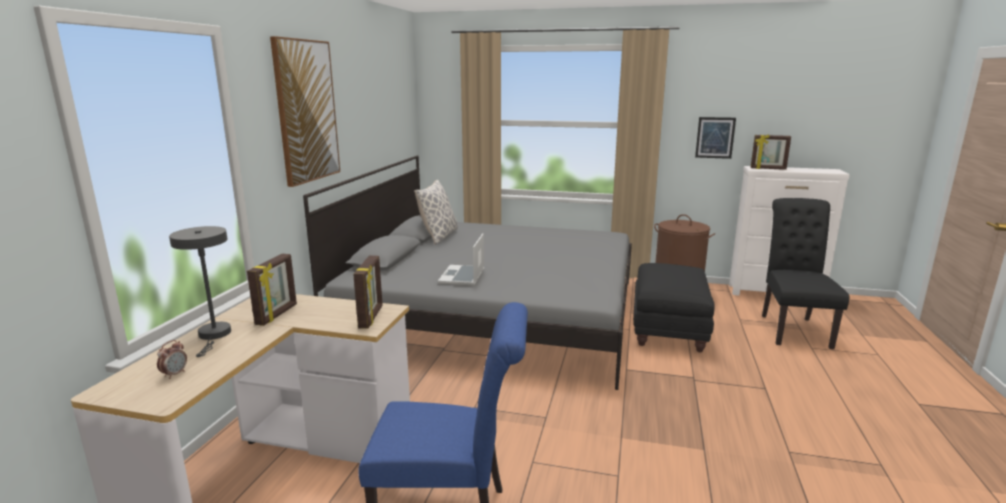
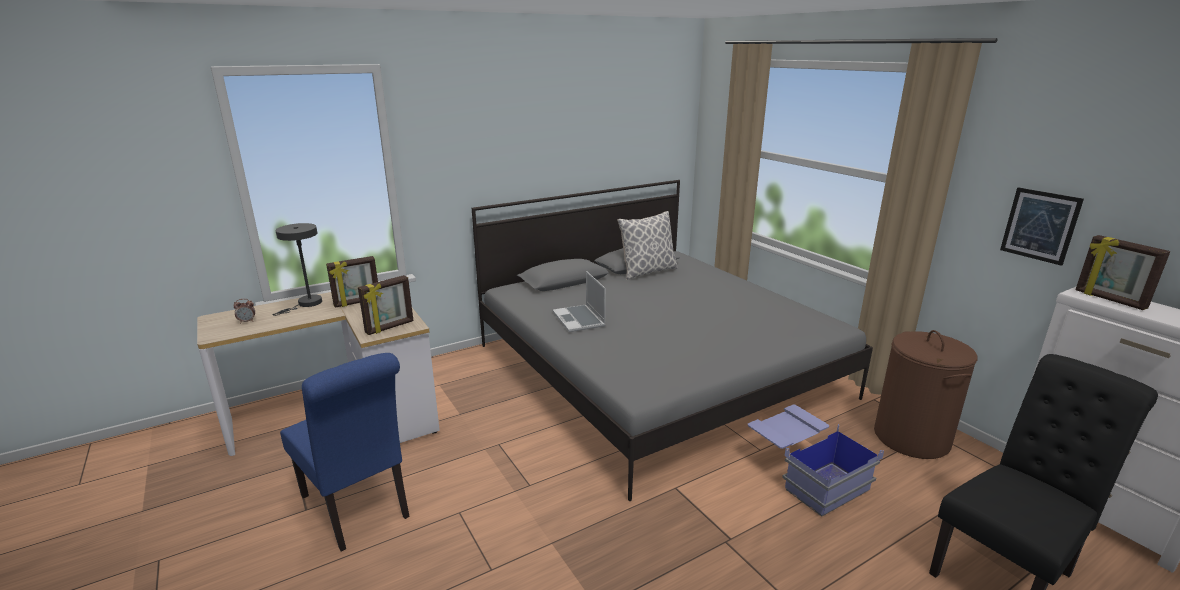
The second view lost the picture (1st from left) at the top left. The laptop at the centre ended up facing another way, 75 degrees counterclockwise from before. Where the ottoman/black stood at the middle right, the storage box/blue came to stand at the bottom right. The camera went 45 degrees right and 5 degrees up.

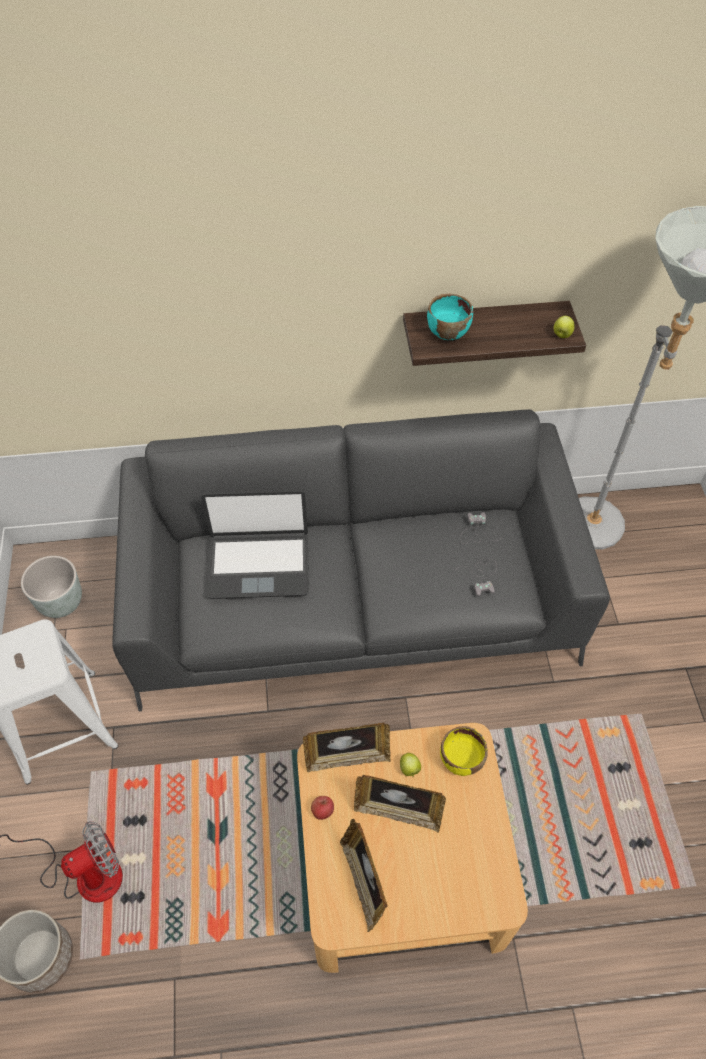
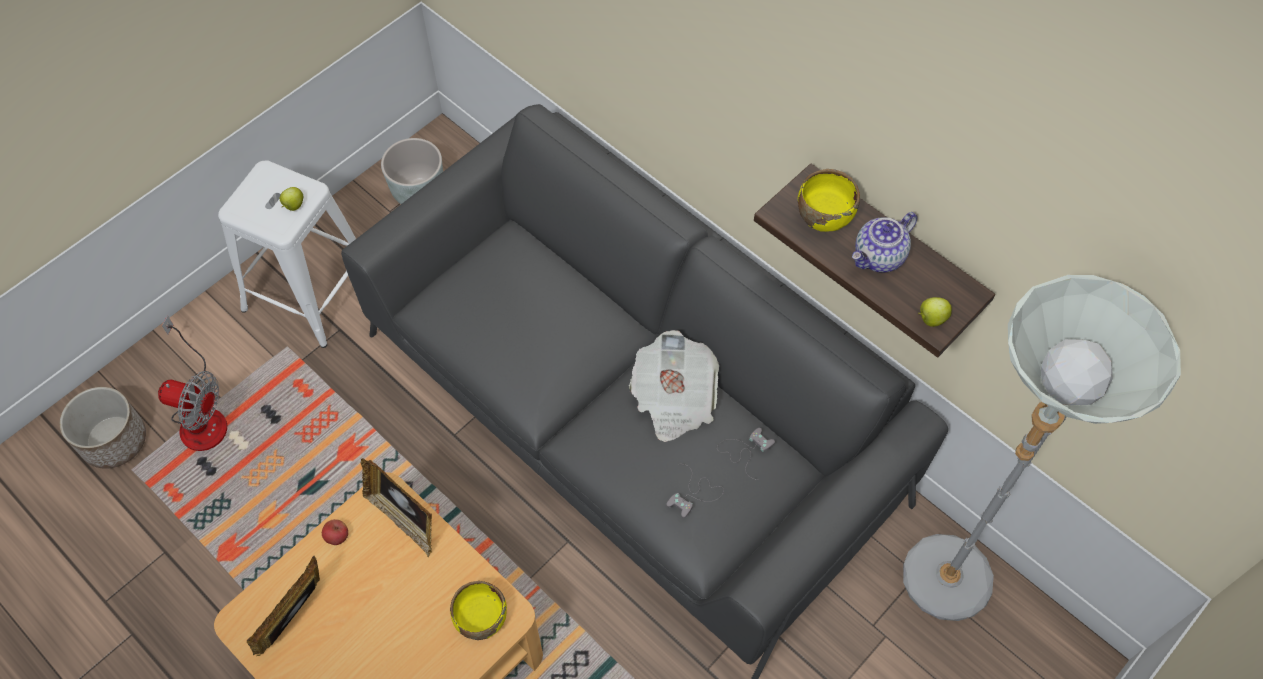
The second view lost the laptop at the centre. The second view lost the picture frame (3rd from left) at the bottom centre. The apple (2nd from left in the first image) ended up elsewhere, having gone from the bottom centre to the top left. What was the bowl/turquoise at the top centre turned into the bowl/yellow (2nd from left) at the top centre. The second view gained the newspaper at the centre. The second view gained the teapot at the middle right. The camera went 50 degrees right and 5 degrees up.

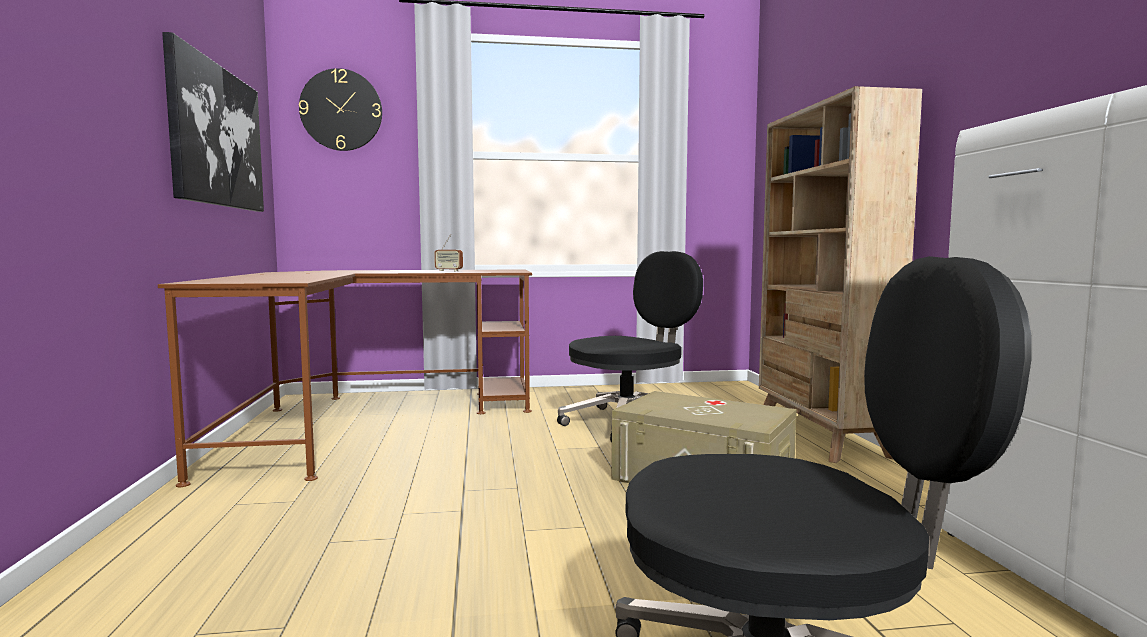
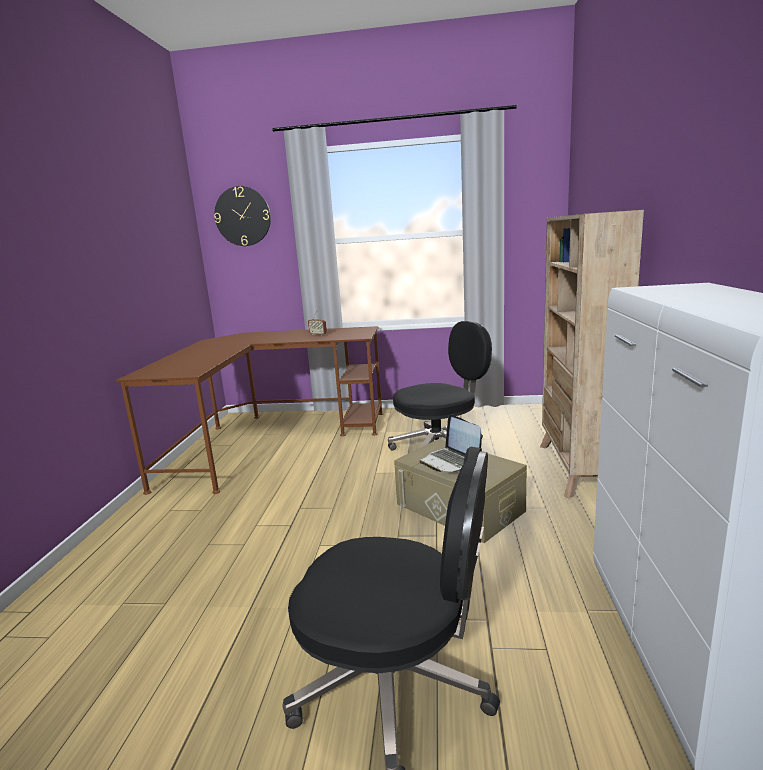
The second view lost the picture at the top left. The second view gained the laptop at the centre. The camera went 15 degrees right and 10 degrees up.

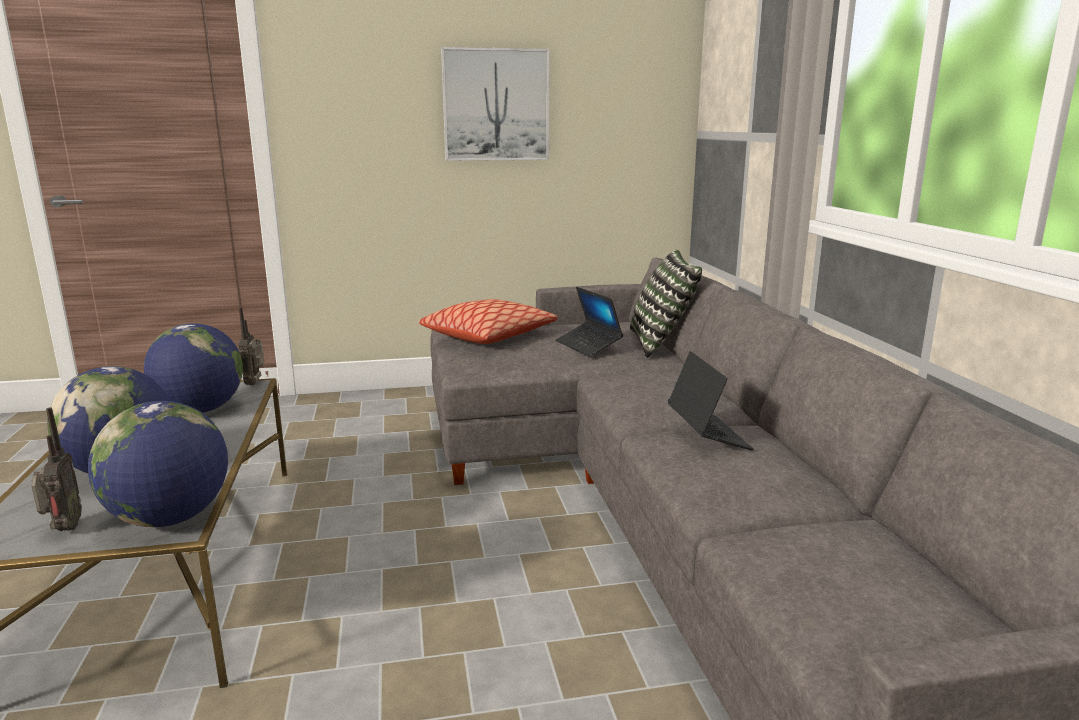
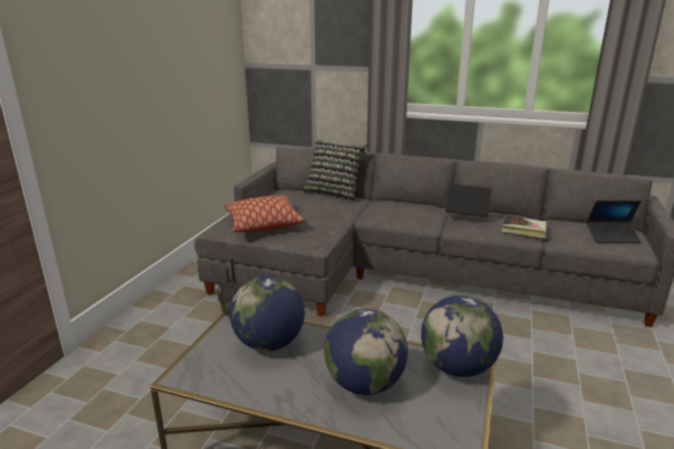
The second view lost the radio (1st from left) at the middle left. The second view lost the picture at the top centre. The laptop (1st from left in the first image) ended up elsewhere, having gone from the centre to the middle right. The second view gained the book at the middle right. The camera went 60 degrees left and 5 degrees up.

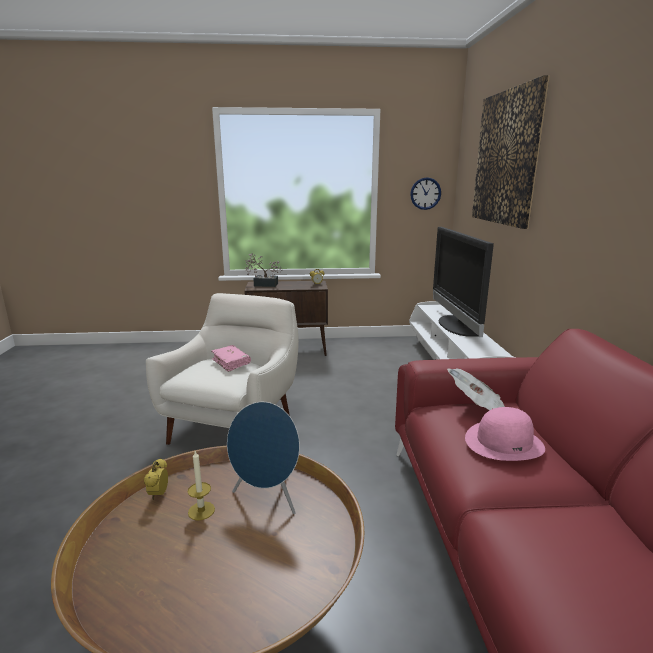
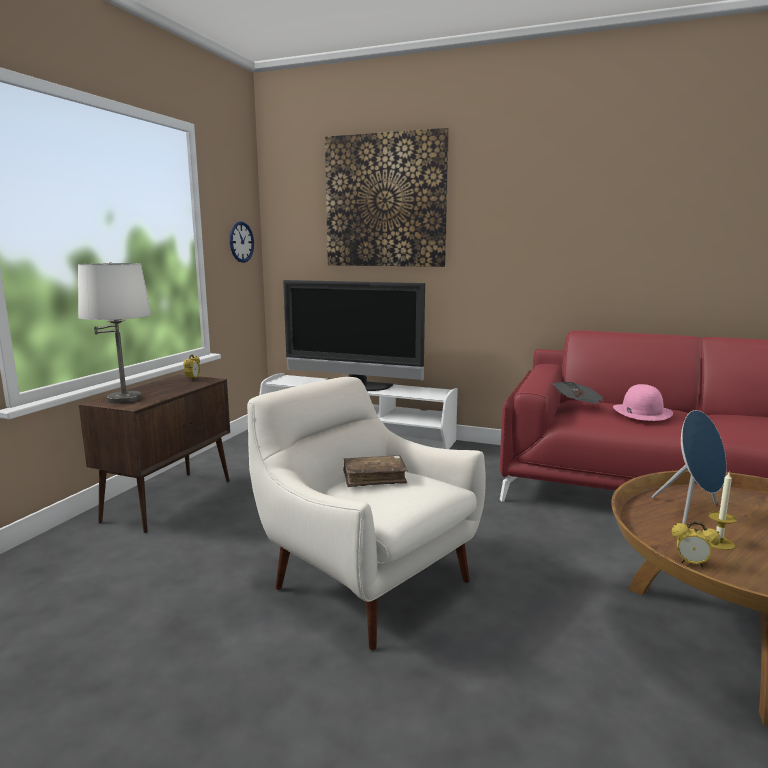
What was the book/pink at the centre turned into the book/brown at the centre. Where the potted plant stood at the centre, the table lamp/white came to stand at the middle left. The camera went 65 degrees left and 5 degrees down.

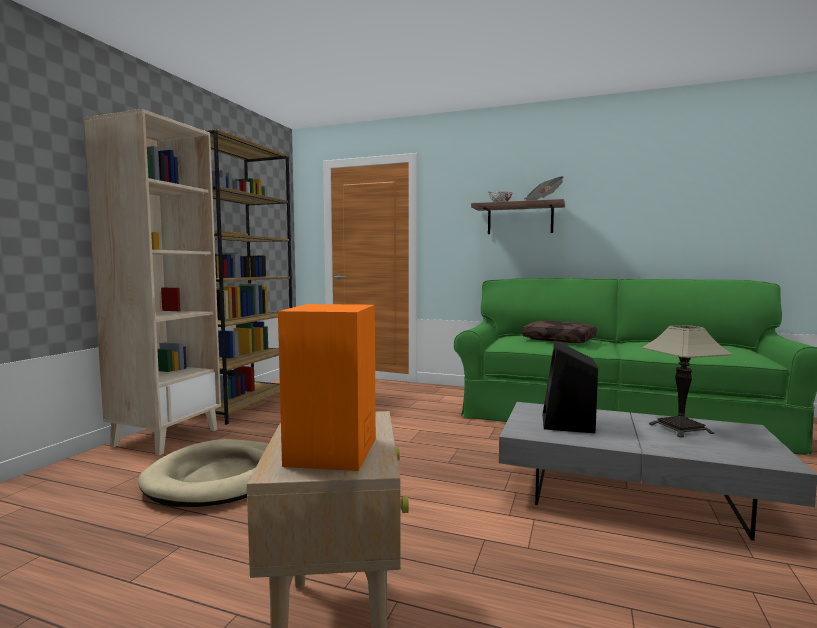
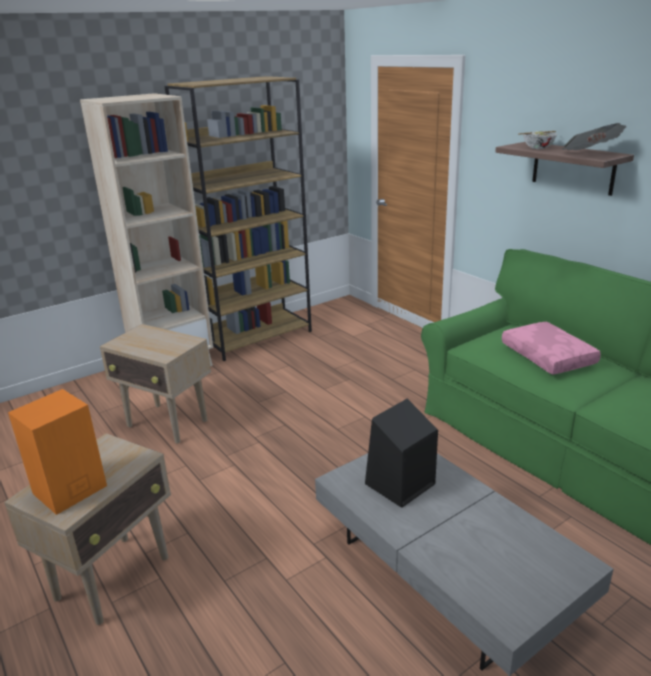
Where the dog bed/beige stood at the bottom left, the side table/beige (2nd from left) came to stand at the middle left. What was the pillow/brown at the middle right turned into the pillow/pink at the middle right. The second view lost the table lamp at the middle right. The camera went 35 degrees right and 20 degrees up.

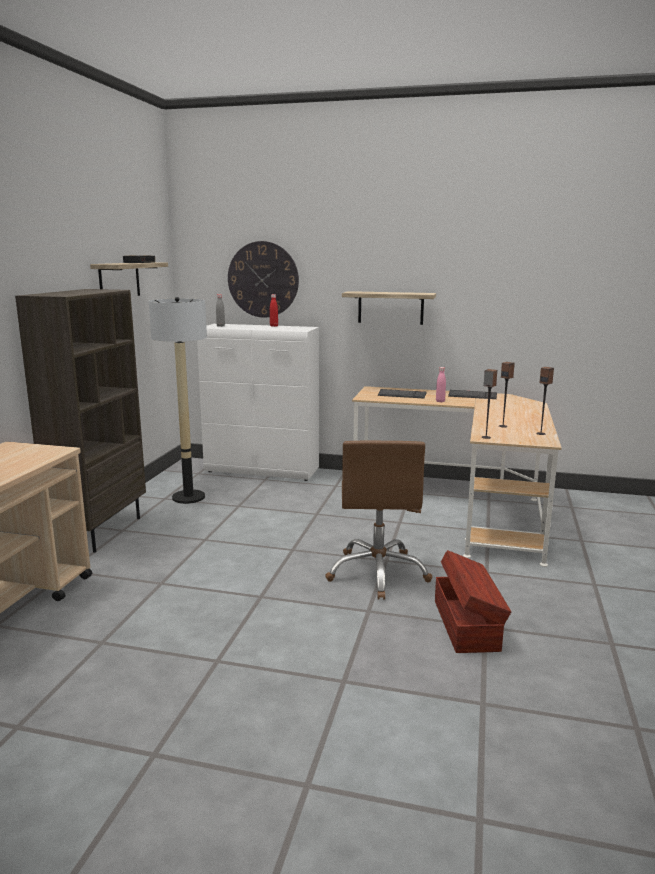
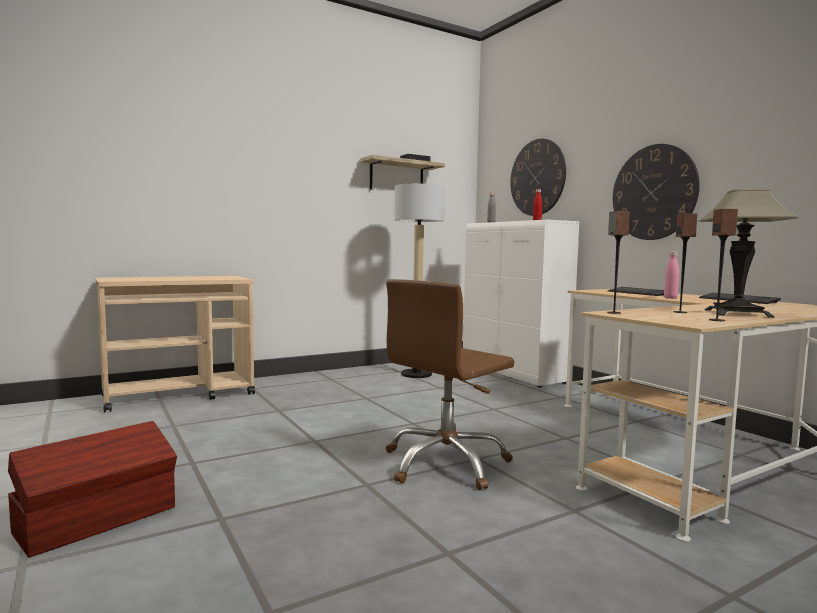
The second view lost the bookcase/brown at the middle left. Where the shelf (2nd from left) hung at the centre, the wall clock (2nd from left) came to hang at the top right. The storage box/brown ended up elsewhere, having gone from the bottom right to the bottom left. The second view gained the table lamp at the middle right. The camera went 45 degrees right and 10 degrees down.

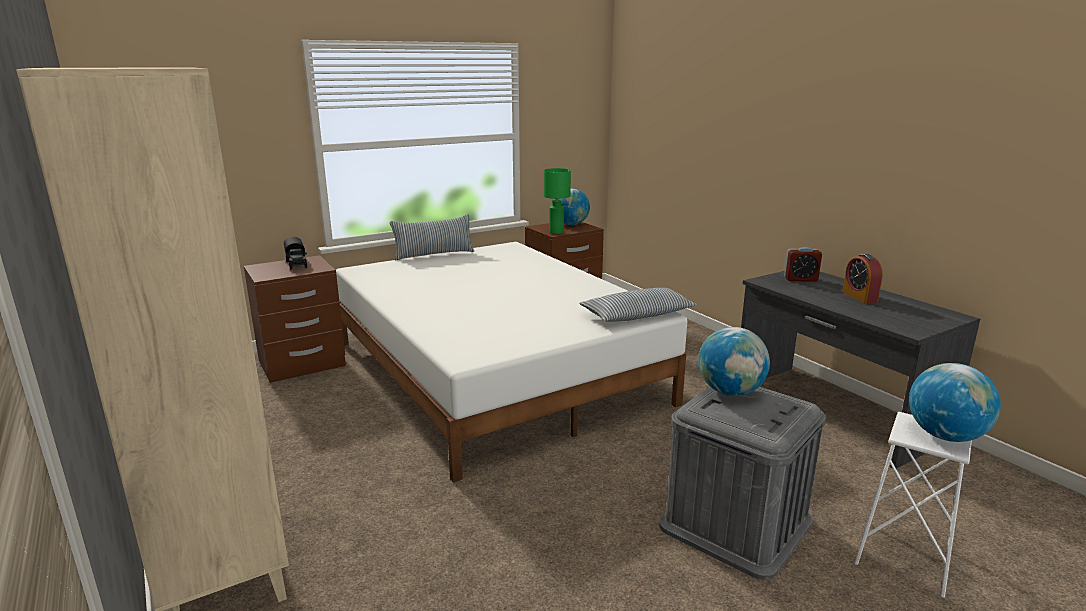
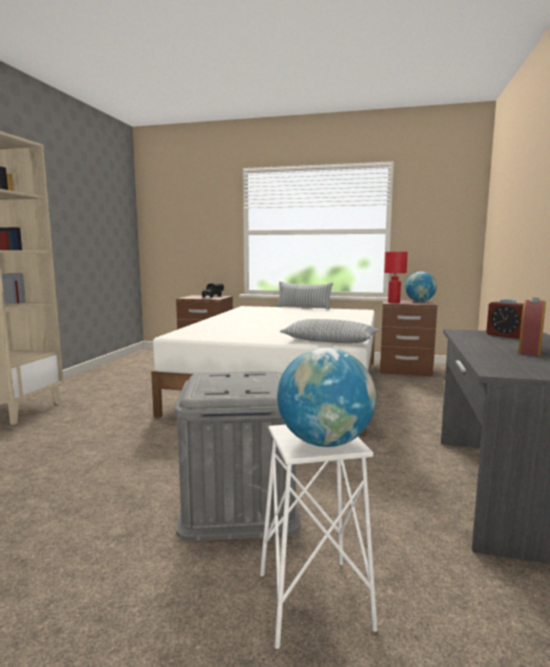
What was the table lamp/green at the top centre turned into the table lamp/red at the middle right. The second view lost the globe (2nd from left) at the middle right. The camera went 45 degrees right and 10 degrees down.

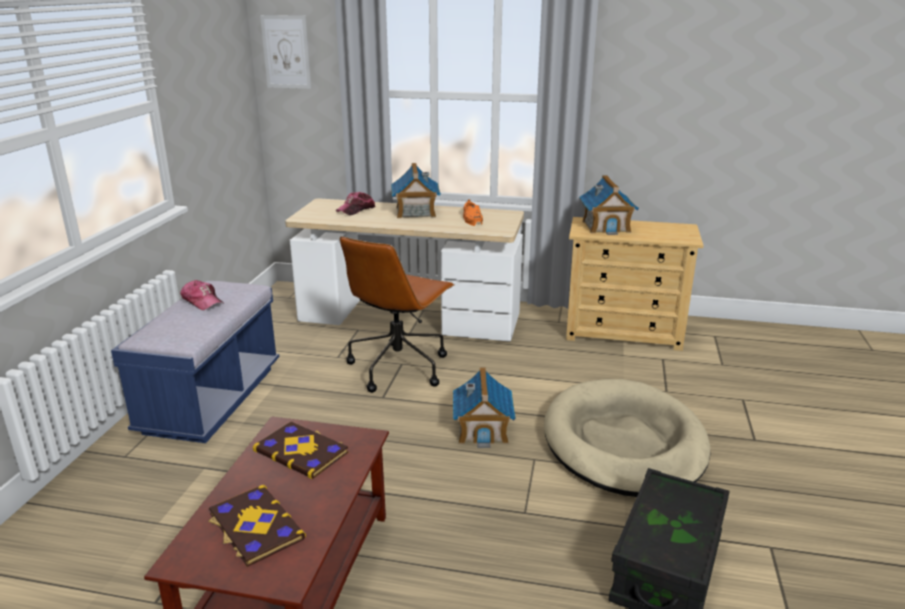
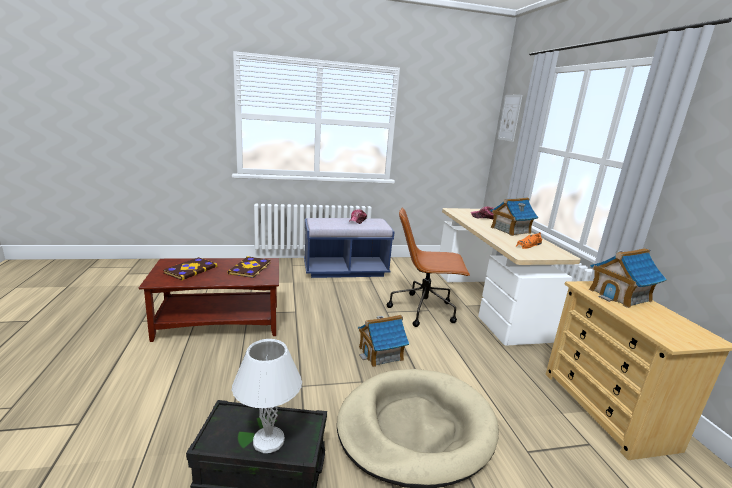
The second view gained the table lamp/white at the bottom centre. The camera went 65 degrees right and 5 degrees down.

